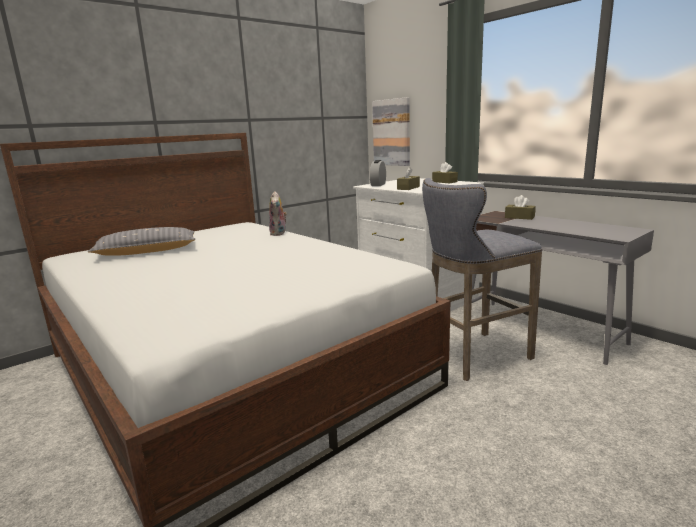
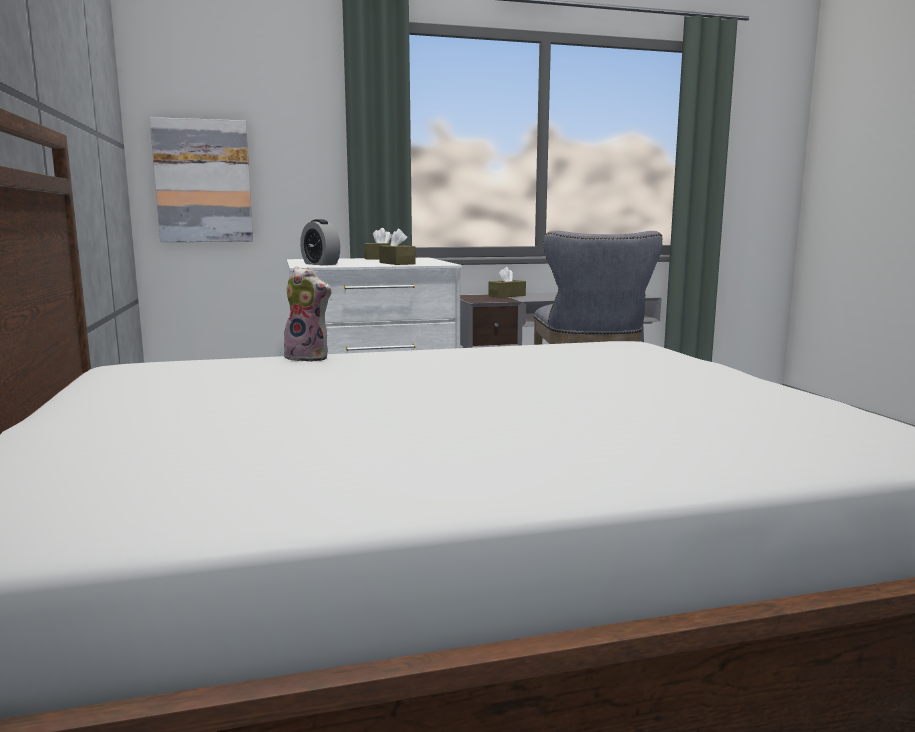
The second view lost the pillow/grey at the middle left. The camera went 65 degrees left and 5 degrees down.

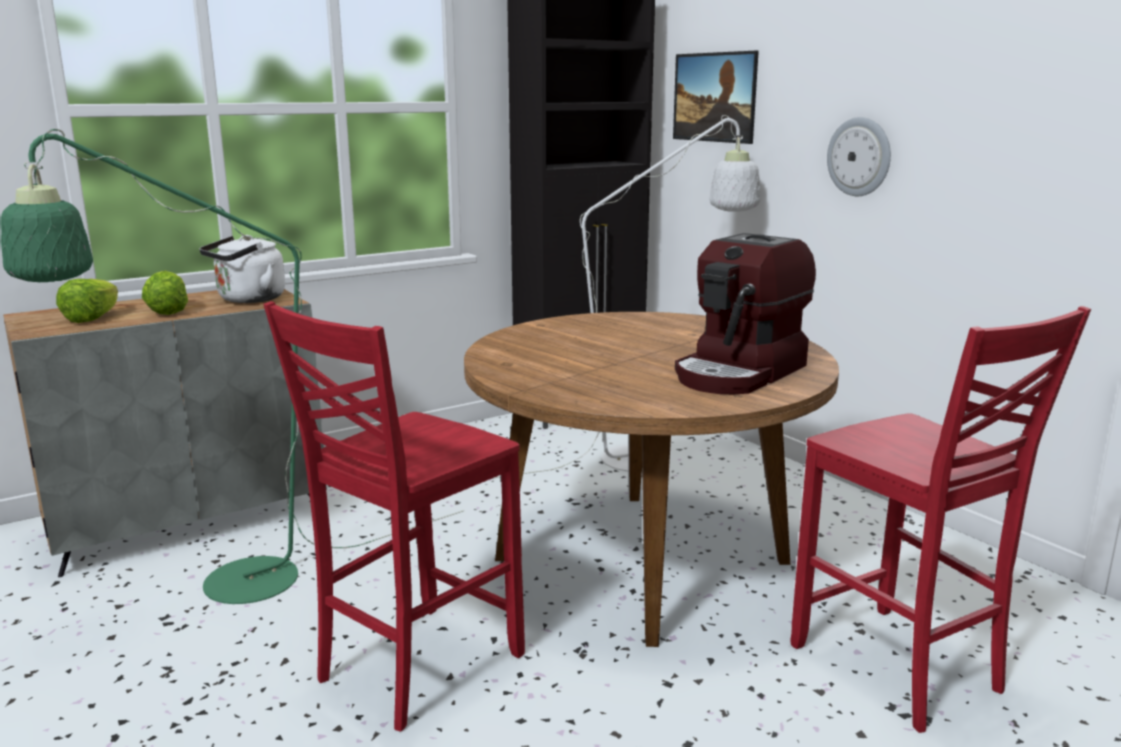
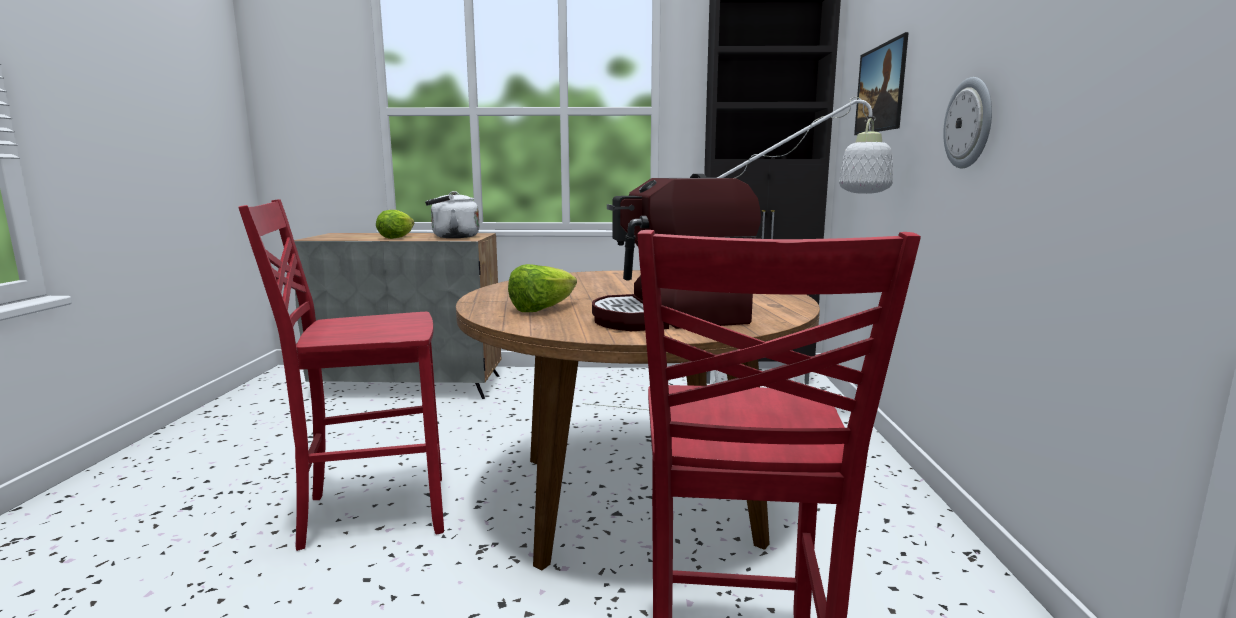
The second view lost the floor lamp/green at the middle left. The lettuce (1st from left in the first image) ended up elsewhere, having gone from the middle left to the centre. The camera went 35 degrees right and 5 degrees down.

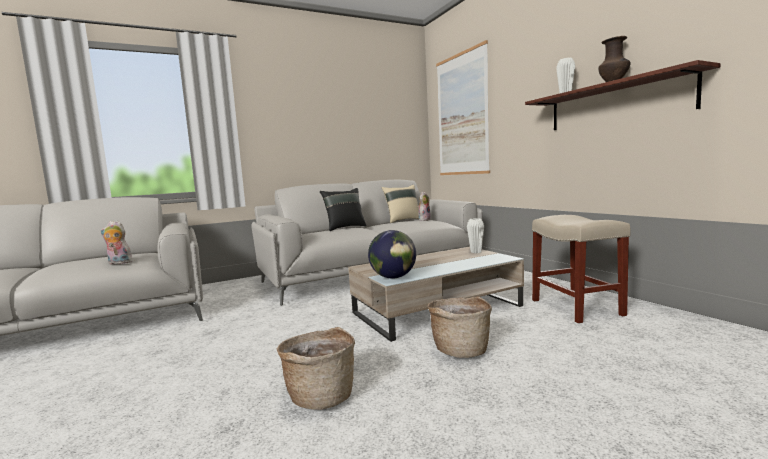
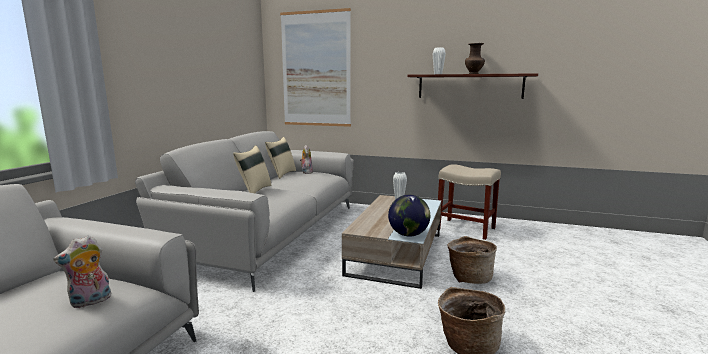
What was the pillow/black at the centre turned into the pillow/beige (1st from left) at the centre. The camera went 45 degrees left and 5 degrees up.

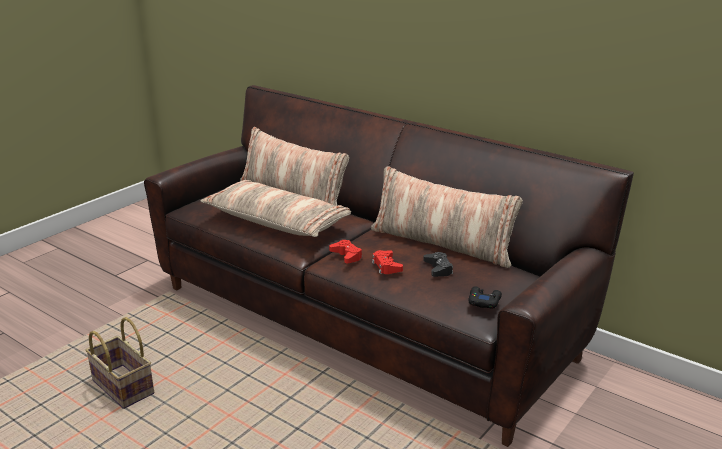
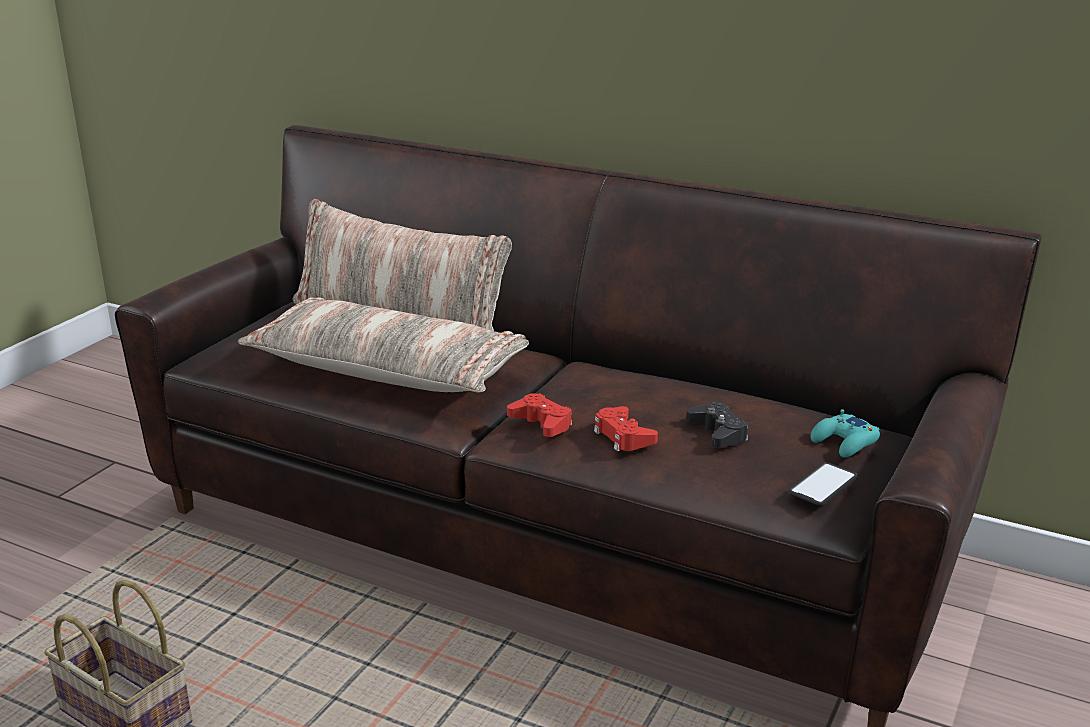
The second view lost the pillow (3rd from left) at the centre. Where the game controller/black (2nd from left) stood at the middle right, the phone came to stand at the middle right. The second view gained the game controller/turquoise at the middle right. The camera went 10 degrees left and 0 degrees up.

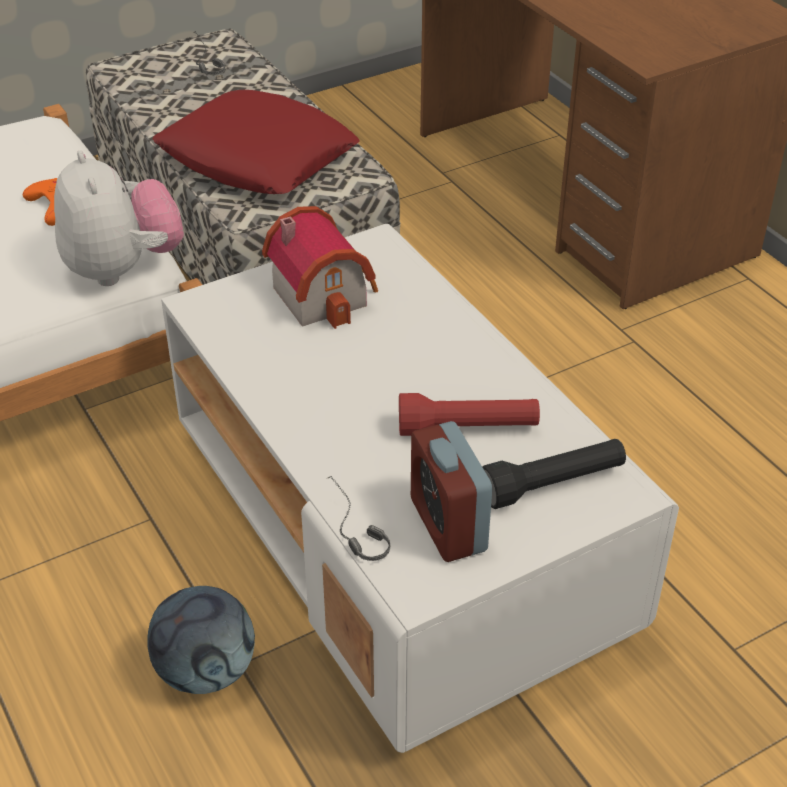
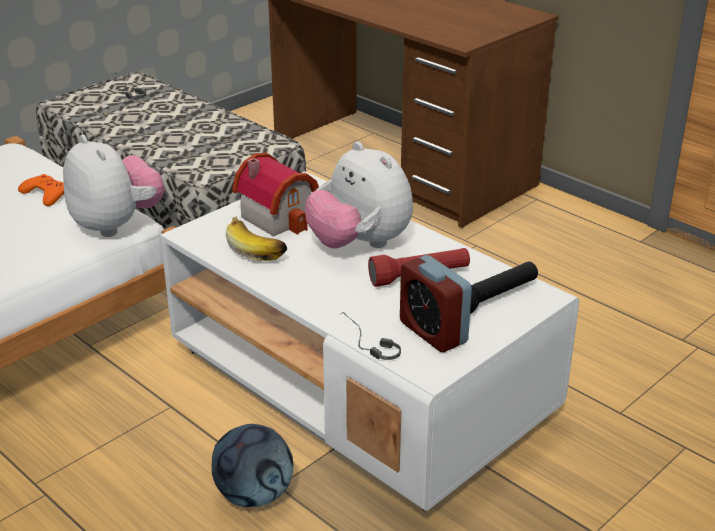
The second view lost the pillow/red at the top left. The second view gained the banana at the centre. The second view gained the plush toy (2nd from left) at the centre. The camera went 15 degrees left and 10 degrees down.

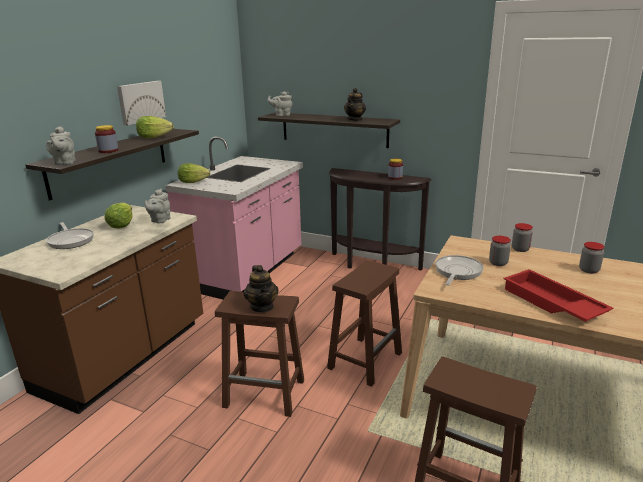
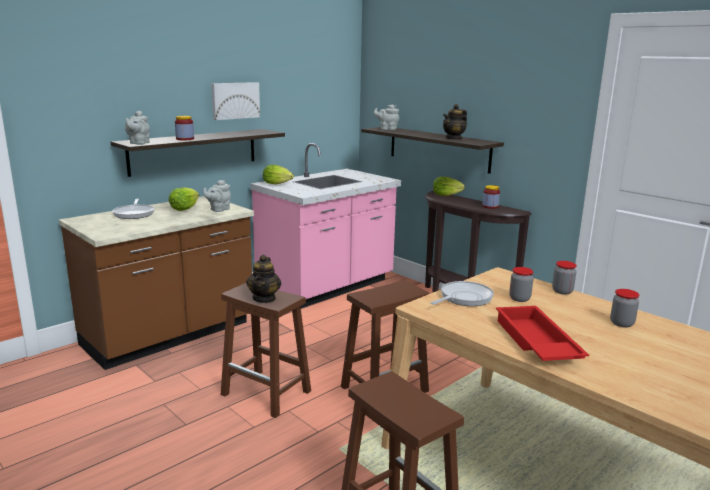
The lettuce (2nd from left in the first image) ended up elsewhere, having gone from the top left to the centre. The camera went 20 degrees right and 5 degrees down.

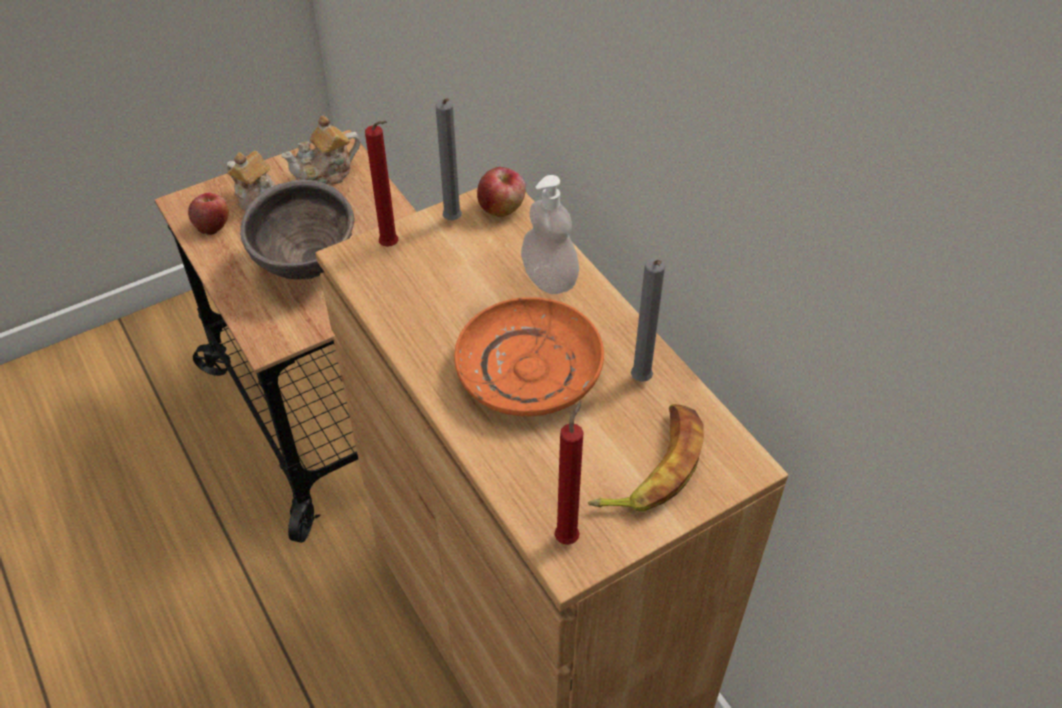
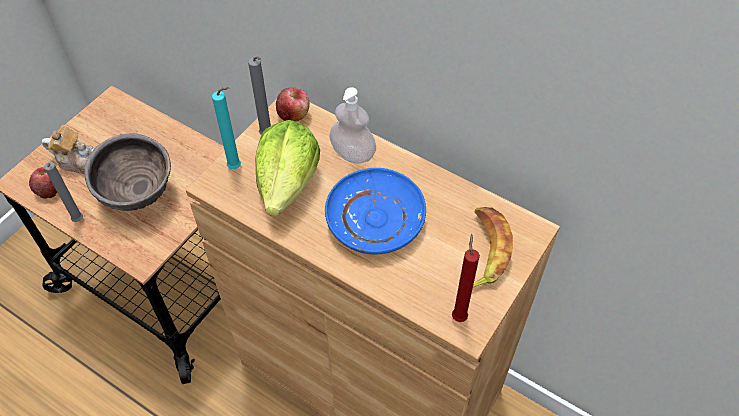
The second view lost the teapot (2nd from left) at the top left. What was the candle/red (1st from left) at the top centre turned into the candle/turquoise at the top left. What was the plate/orange at the centre turned into the plate/blue at the centre. The candle/grey (2nd from left in the first image) ended up elsewhere, having gone from the centre to the middle left. The second view gained the lettuce at the centre. The camera went 25 degrees left and 5 degrees up.

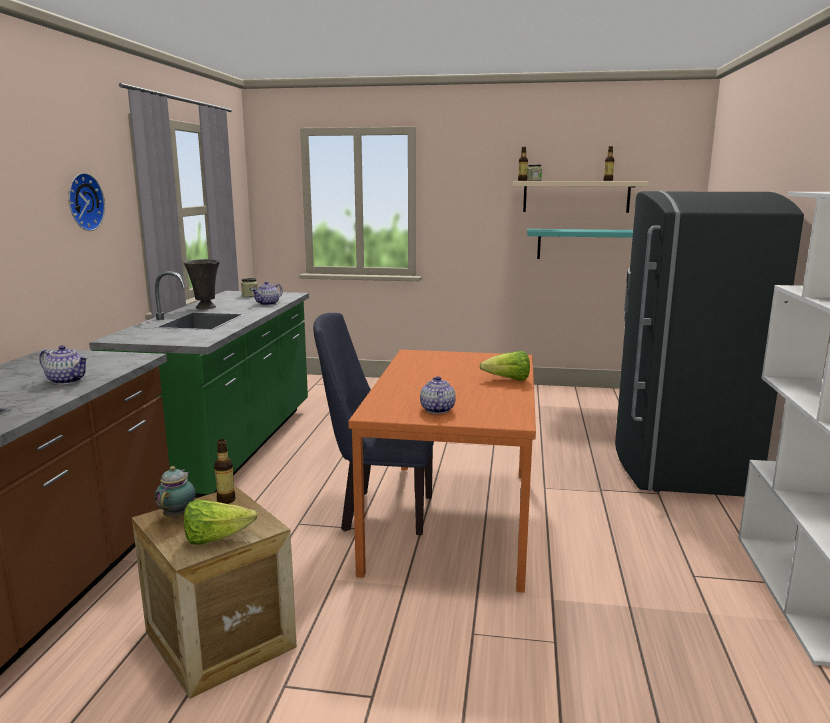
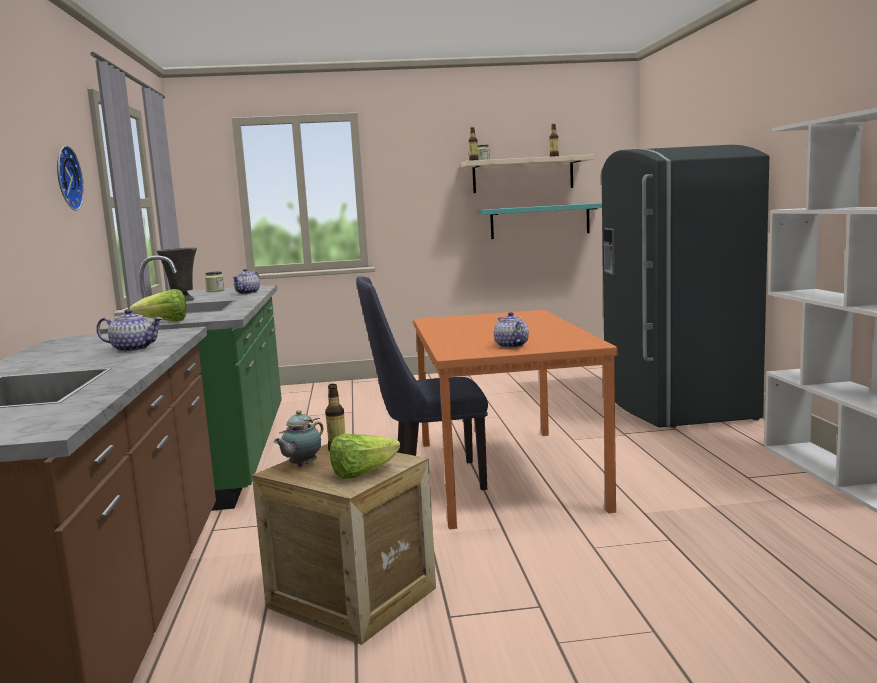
The teapot (2nd from left in the first image) at the bottom left ended up facing another way, 135 degrees counterclockwise from before. The lettuce (2nd from left in the first image) ended up elsewhere, having gone from the centre to the middle left. The camera went 15 degrees left and 5 degrees down.

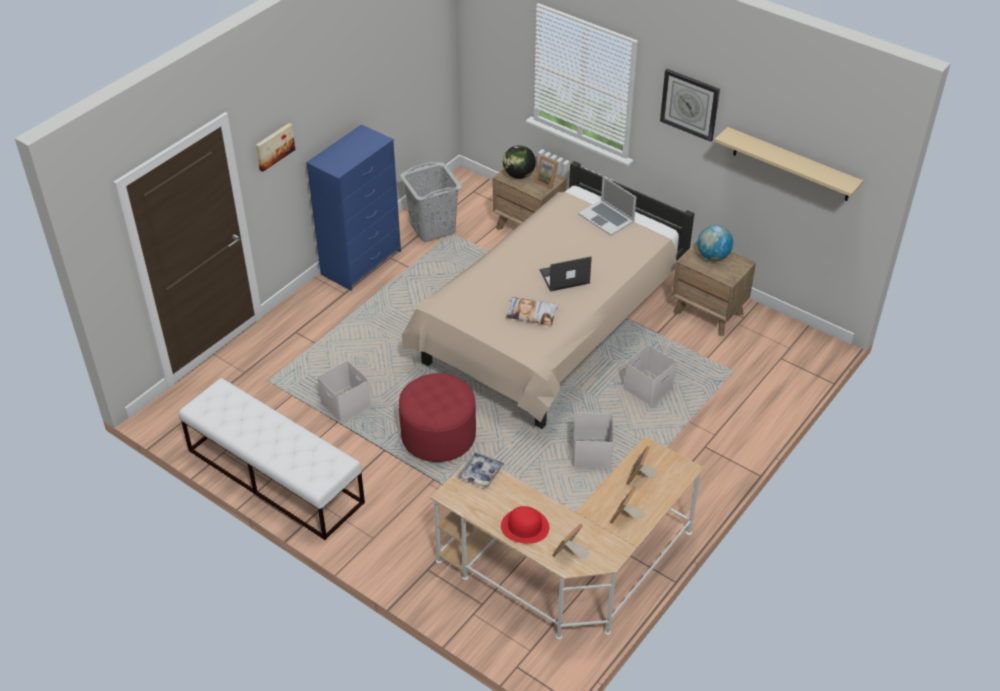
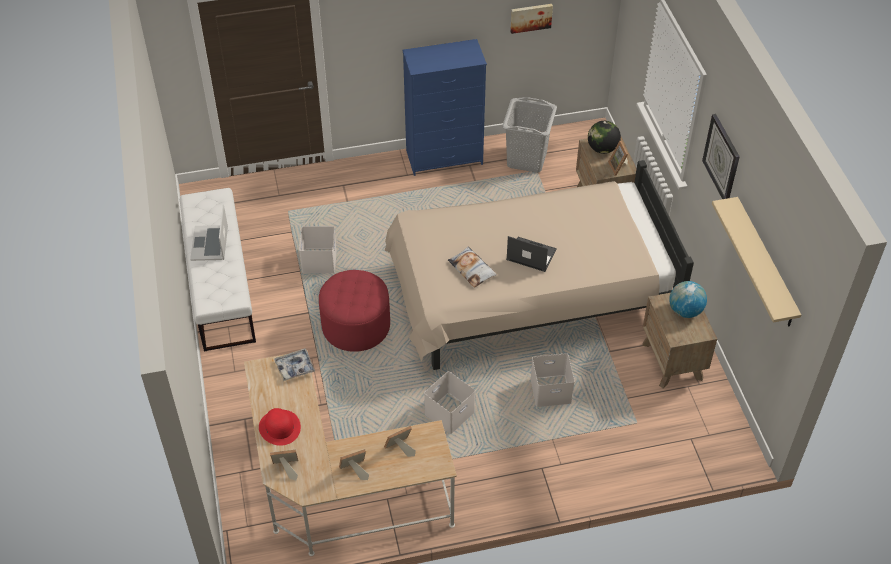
The picture ended up elsewhere, having gone from the top left to the top centre. The laptop (2nd from left in the first image) ended up elsewhere, having gone from the top centre to the middle left. The camera went 40 degrees right and 5 degrees up.

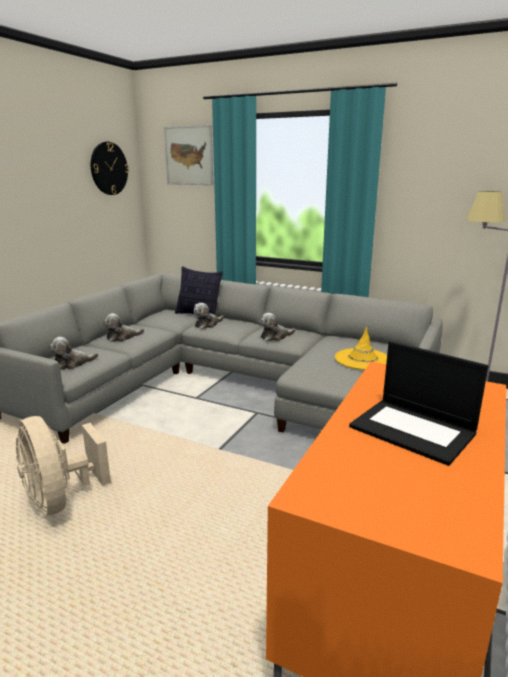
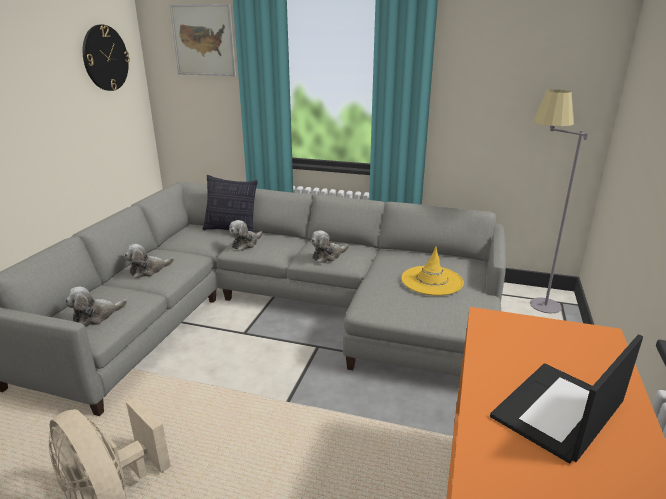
The laptop at the middle right ended up facing another way, 105 degrees clockwise from before. The camera went 10 degrees left and 5 degrees up.

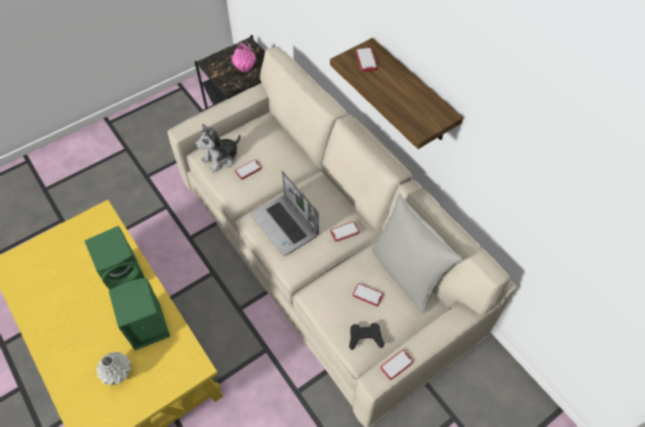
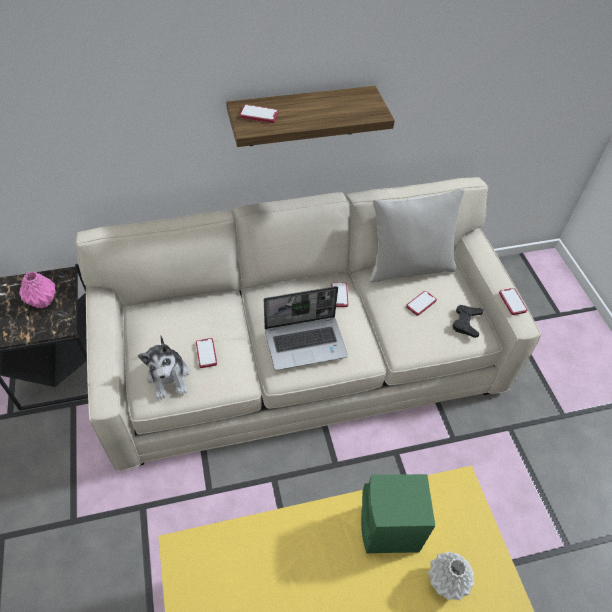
The second view lost the speaker/green (1st from left) at the middle left. The camera went 70 degrees left and 5 degrees down.

